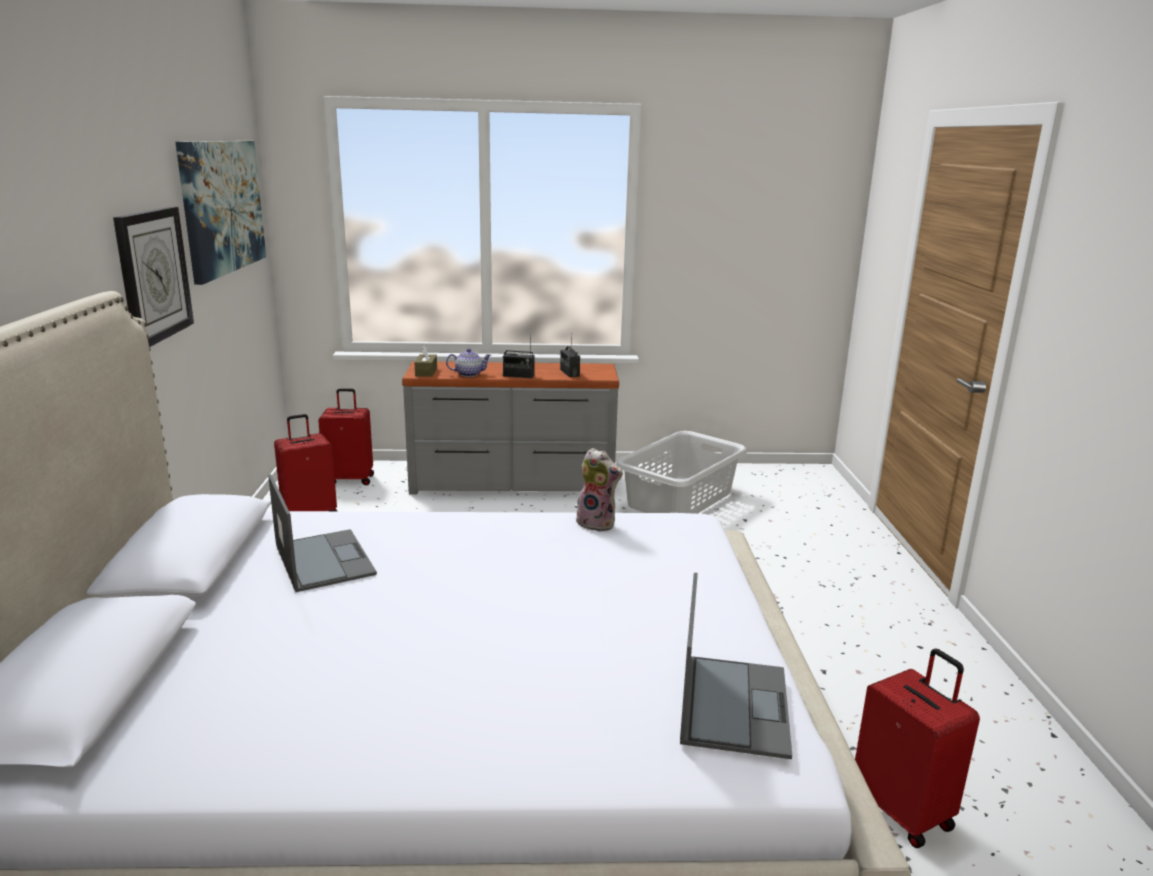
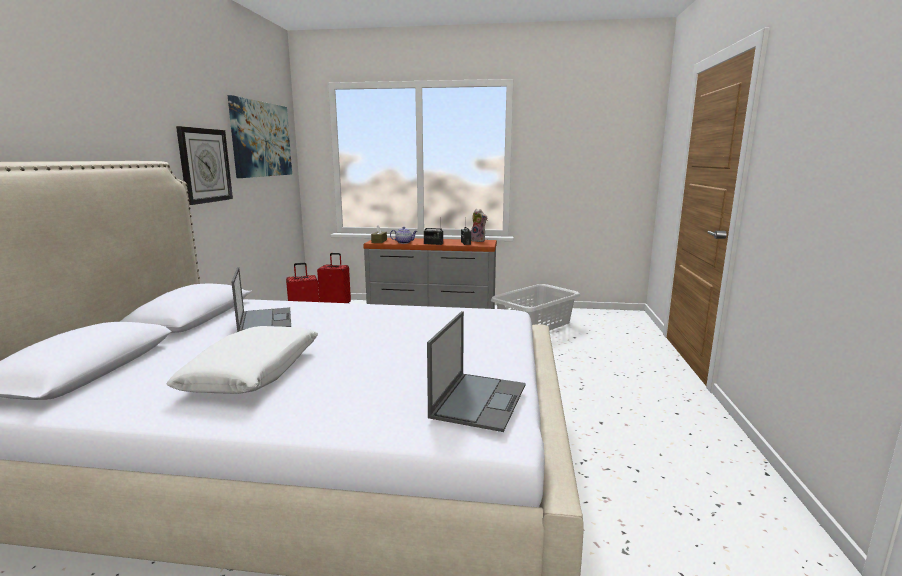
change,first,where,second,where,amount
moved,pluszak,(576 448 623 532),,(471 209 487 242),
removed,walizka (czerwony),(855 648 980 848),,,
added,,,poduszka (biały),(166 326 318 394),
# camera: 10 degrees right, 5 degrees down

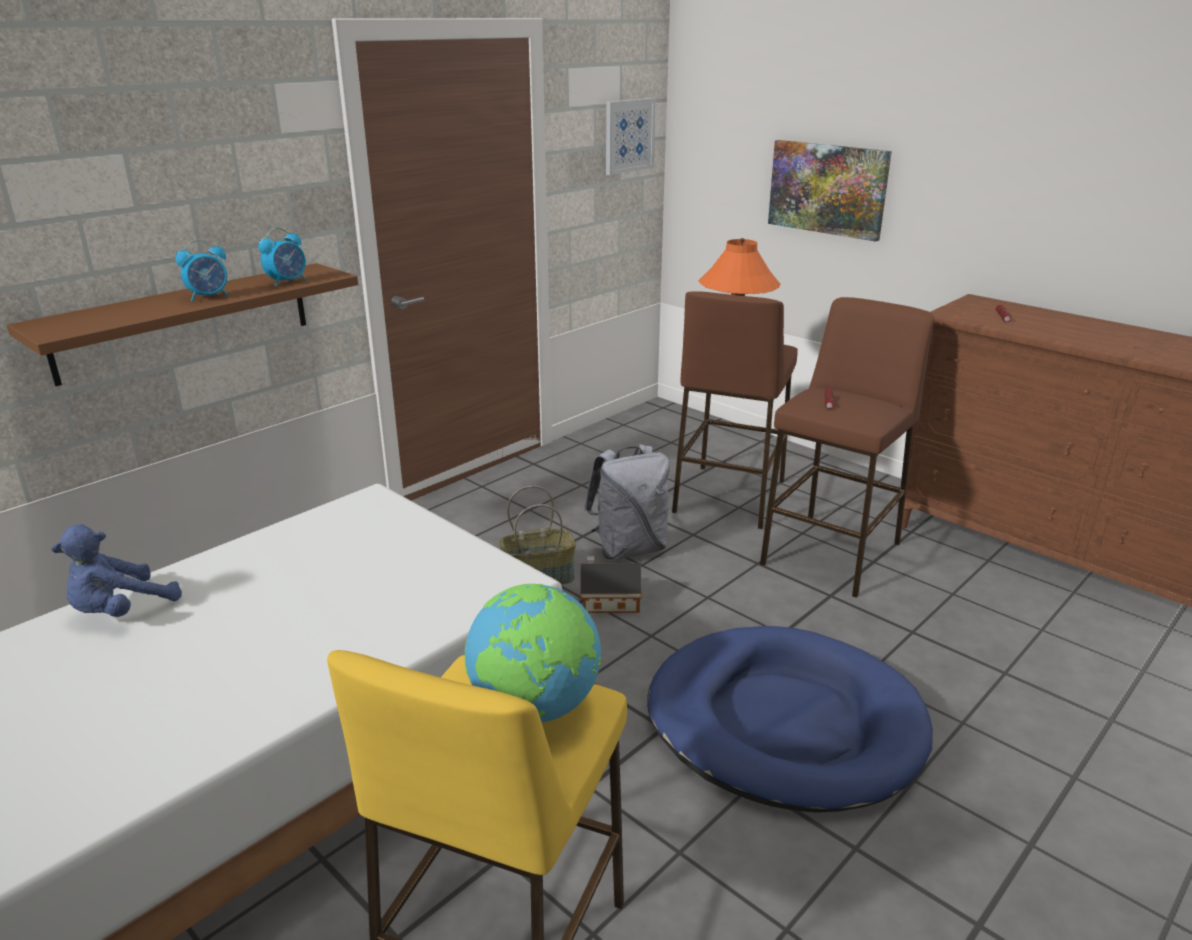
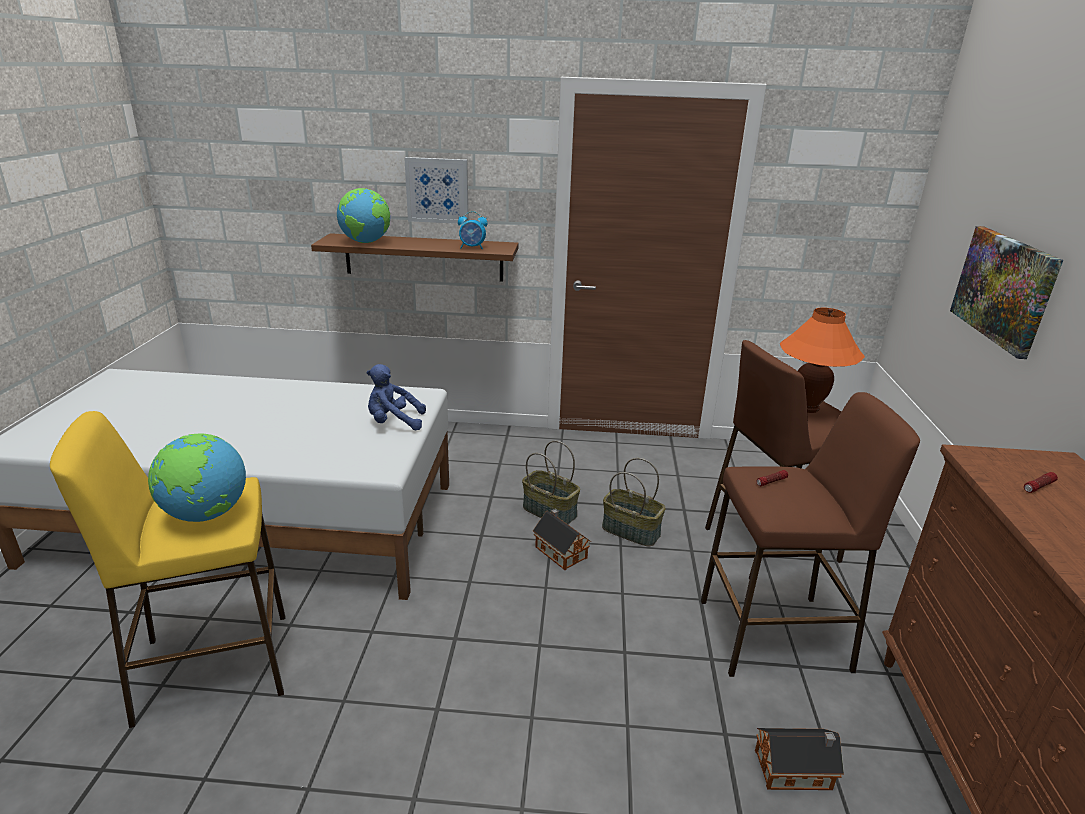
change,first,where,second,where,amount
moved,pluszak (niebieski),(52 524 182 617),,(367 364 426 430),
removed,budzik,(175 240 229 302),,,
replaced,plecak (szary),(584 444 670 560),koszyk,(602 458 666 547),
moved,obraz,(606 98 656 175),,(404 157 468 224),
removed,legowisko (niebieski),(647 626 933 812),,,
added,,,globus,(337 188 390 243),
added,,,domek,(755 728 844 790),
# camera: 50 degrees right, 0 degrees up

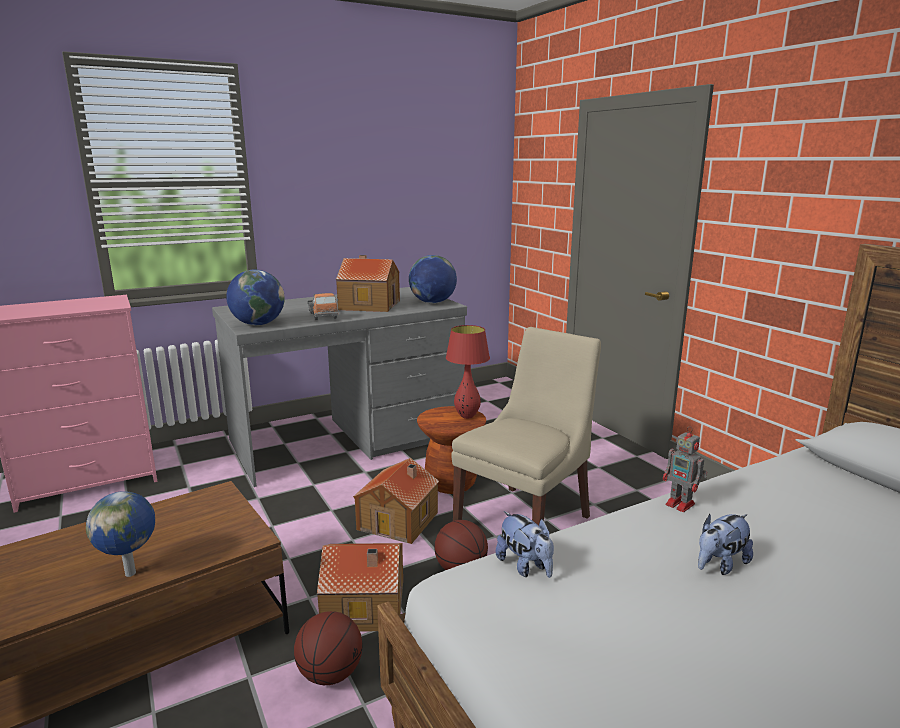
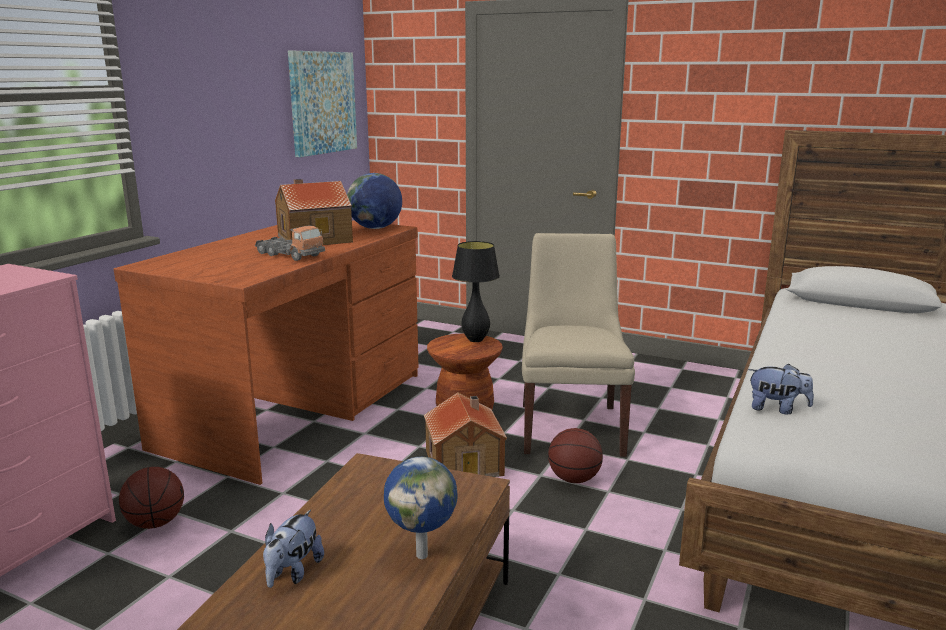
change,first,where,second,where,amount
recoloured,biurko (szary),(212 287 467 487),biurko (brązowy),(114 220 419 485),
removed,globus,(226 269 285 325),,,
moved,piłka do koszykówki,(294 611 363 685),,(119 467 184 529),
removed,domek,(317 543 403 632),,,
recoloured,lampa stołowa (czerwony),(446 325 490 419),lampa stołowa (czarny),(452 241 500 342),
removed,robot zabawkowy,(663 426 707 512),,,
moved,pluszak,(698 514 753 575),,(263 510 324 588),
added,,,obraz,(288 51 357 157),
# camera: 35 degrees left, 0 degrees up

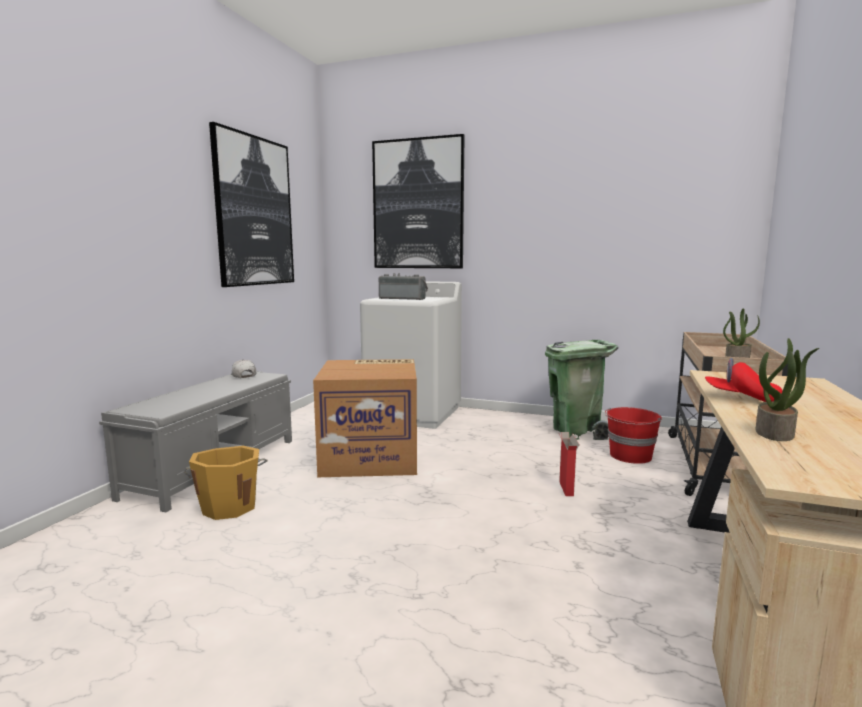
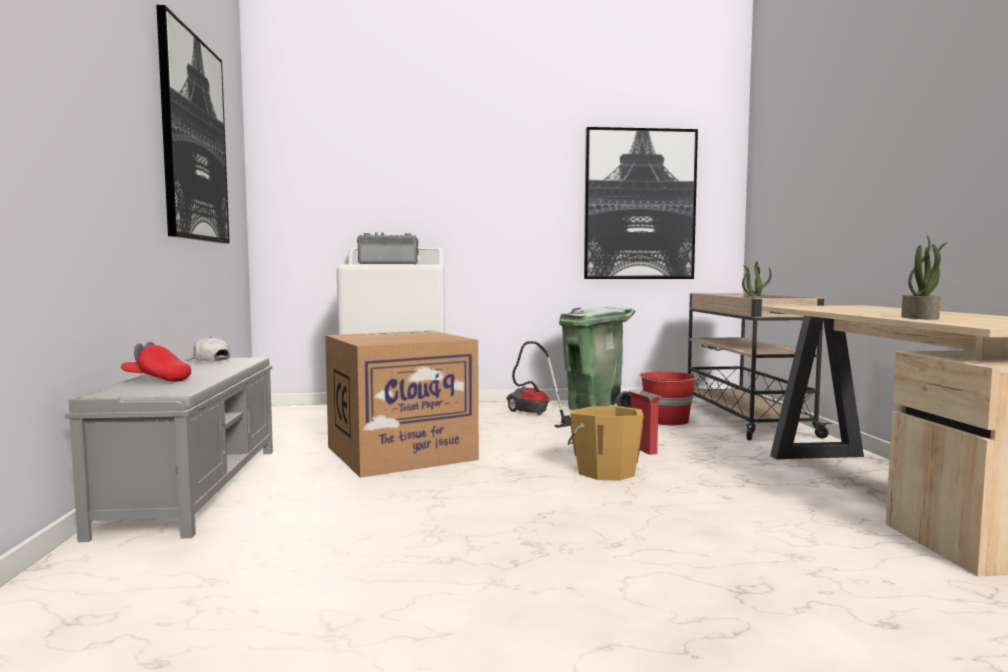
change,first,where,second,where,amount
moved,wiadro (pomarańczowy),(184 446 268 520),,(568 406 644 481),
moved,obraz,(372 134 465 268),,(584 127 698 279),
moved,czapka z daszkiem (czerwony),(705 358 783 402),,(121 342 191 382),
added,,,odkurzacz,(506 341 572 428),
# camera: 25 degrees left, 5 degrees down

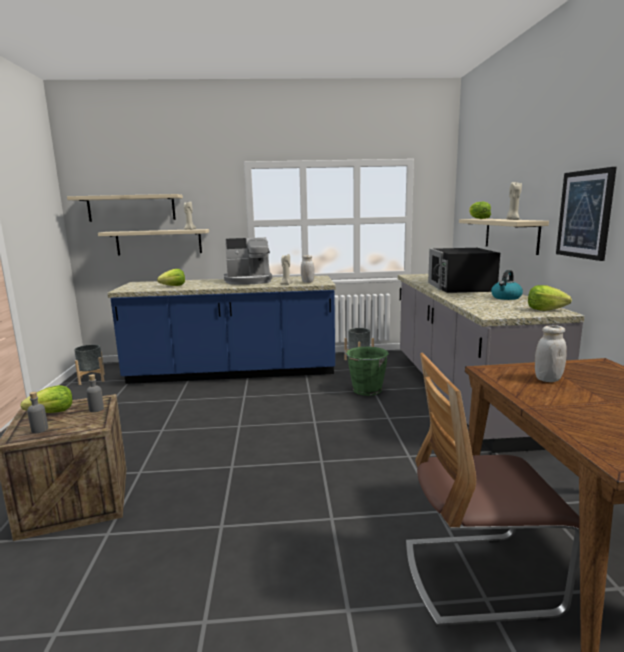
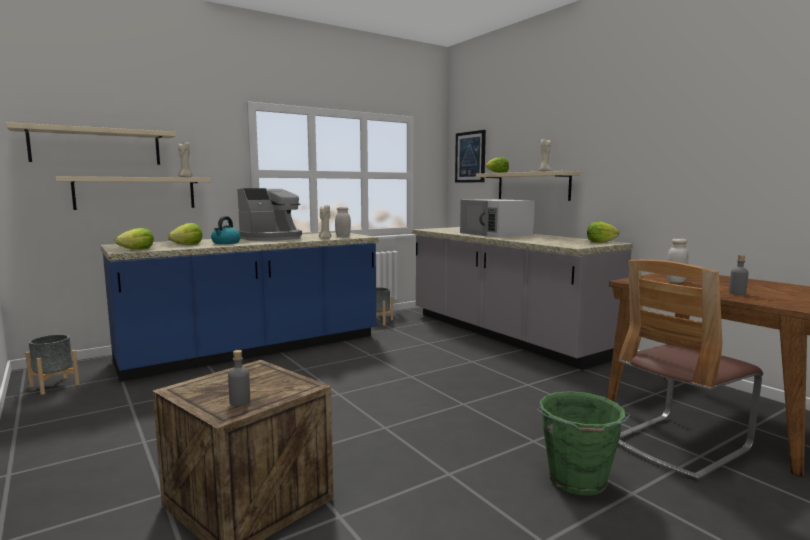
change,first,where,second,where,amount
moved,sałata,(20 385 73 413),,(115 228 154 249),
moved,butelka (szary),(86 374 104 412),,(729 255 748 295),
moved,wiadro (zielony),(344 347 389 396),,(537 391 630 496),
recoloured,mikrofalówka (czarny),(428 248 500 293),mikrofalówka (biały),(460 199 535 237),
moved,czajnik,(491 270 523 300),,(211 216 241 244),
moved,obraz,(556 167 617 261),,(455 130 486 183),
# camera: 30 degrees left, 5 degrees down

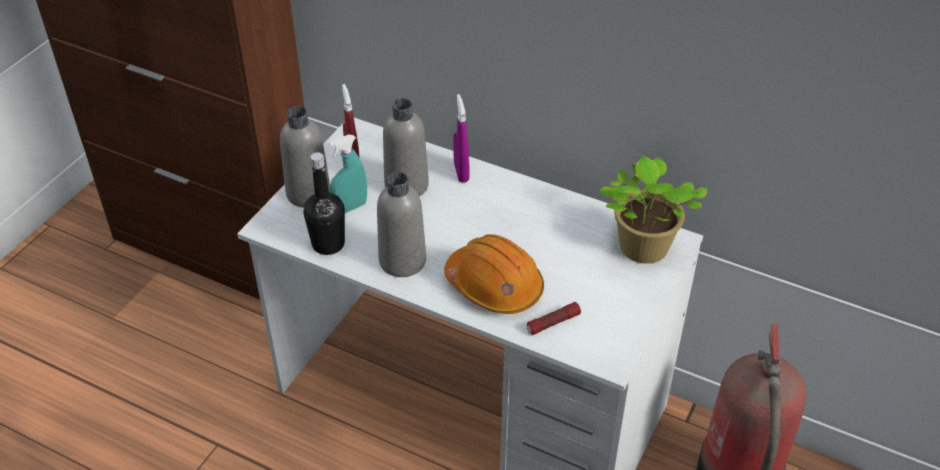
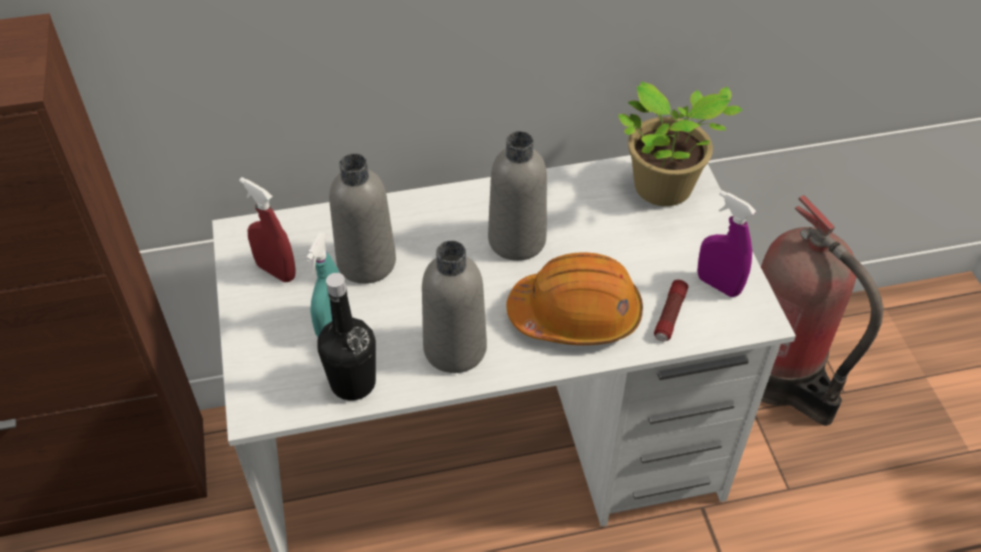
change,first,where,second,where,amount
moved,butelka (szary),(280 106 330 208),,(488 131 547 261),
moved,spryskiwacz (fioletowy),(453 94 469 183),,(697 190 756 297),
# camera: 40 degrees left, 5 degrees up

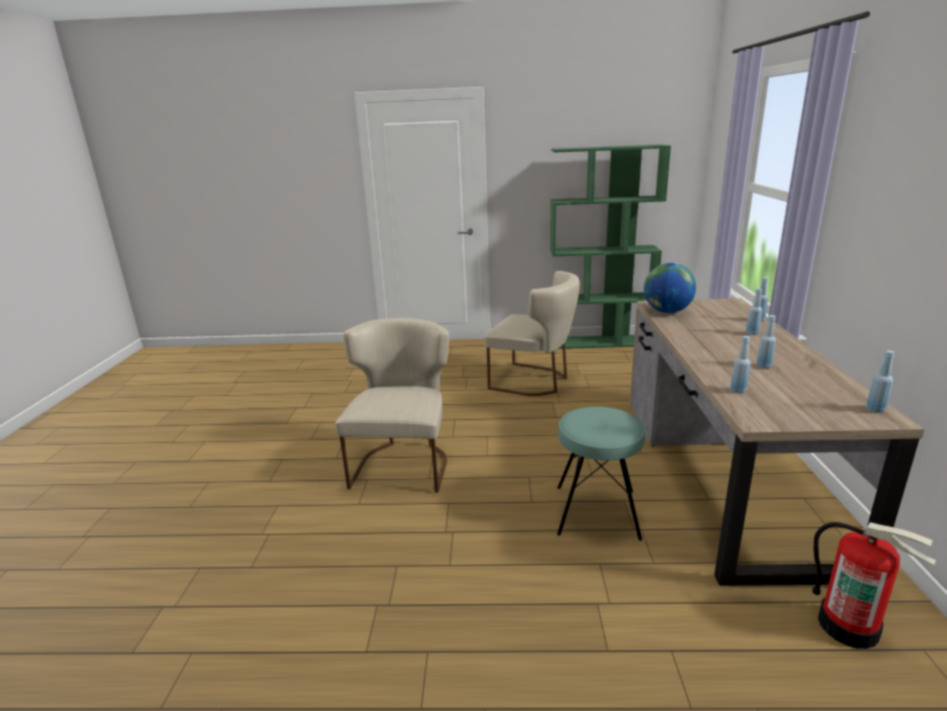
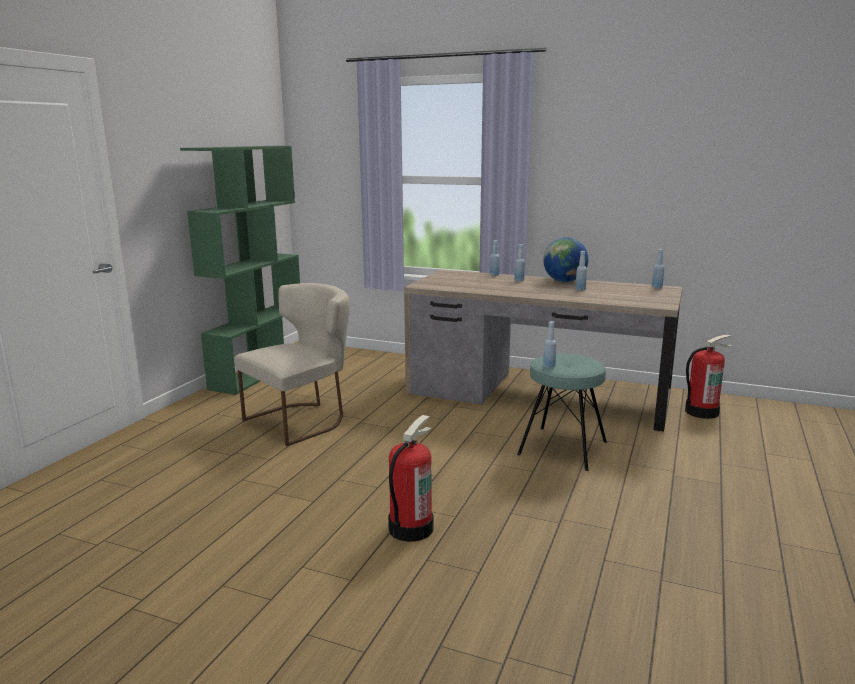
change,first,where,second,where,amount
replaced,krzesło (beżowy),(335 318 450 493),gaśnica,(388 415 434 542),
moved,globus,(644 263 696 313),,(543 237 589 282),
moved,butelka (niebieski),(730 336 751 393),,(543 321 557 368),
# camera: 70 degrees left, 5 degrees down

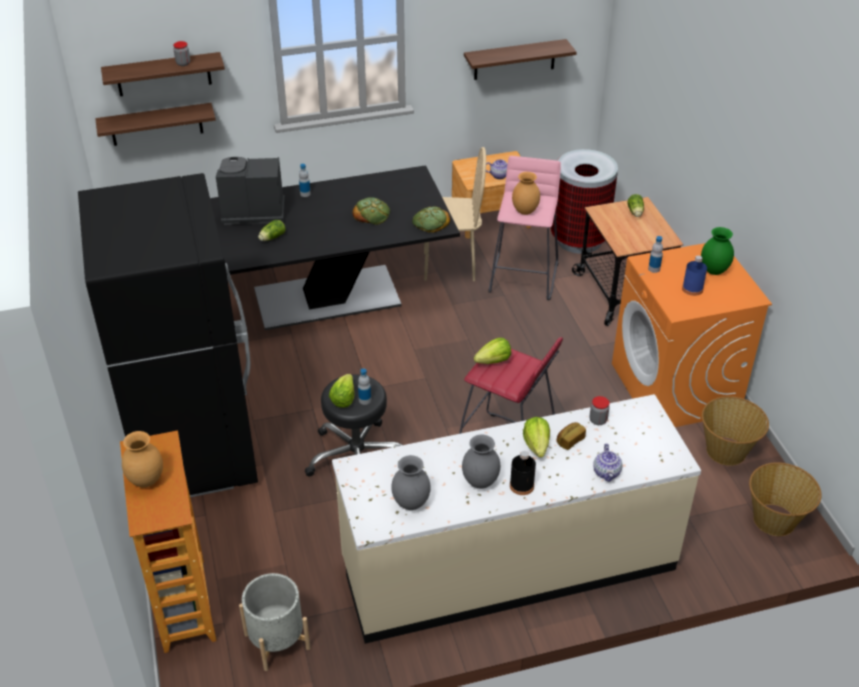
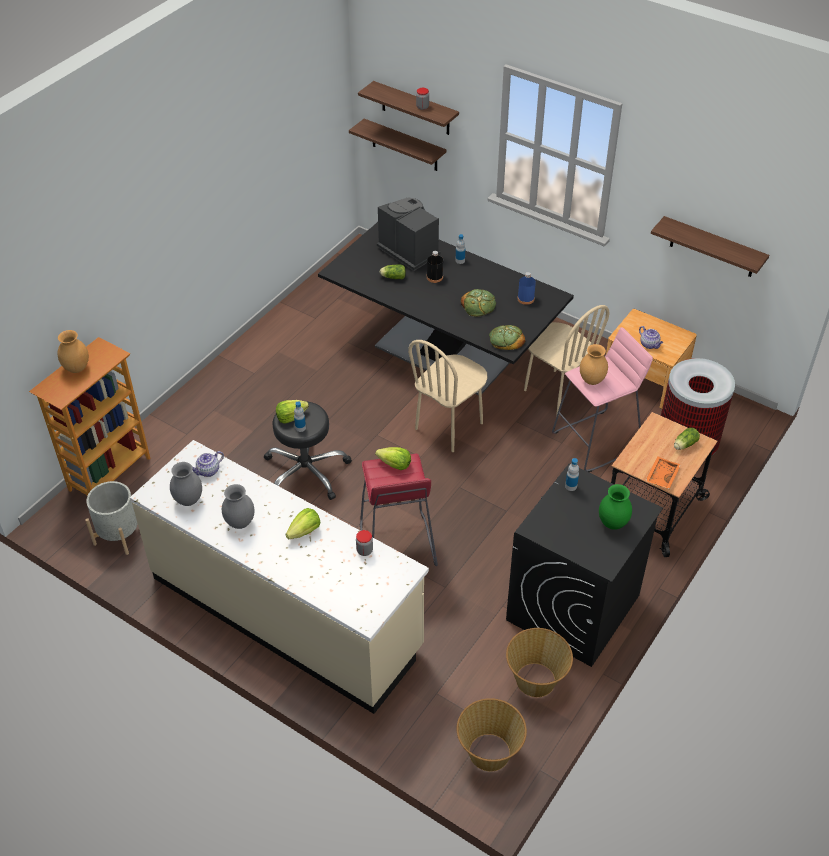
change,first,where,second,where,amount
removed,lodówka (czarny),(78 173 258 497),,,
moved,butelka (czarny),(510 451 536 495),,(427 251 443 283),
removed,chleb,(557 422 586 450),,,
moved,imbryk,(593 444 622 482),,(193 451 224 477),
recoloured,pralka (pomarańczowy),(612 243 772 427),pralka (czarny),(506 463 663 667),
moved,butelka (niebieski),(682 255 707 296),,(518 272 536 305),
added,,,krzesło (beżowy),(408 340 487 452),
added,,,taca (pomarańczowy),(646 456 681 489),
# camera: 50 degrees right, 5 degrees up

